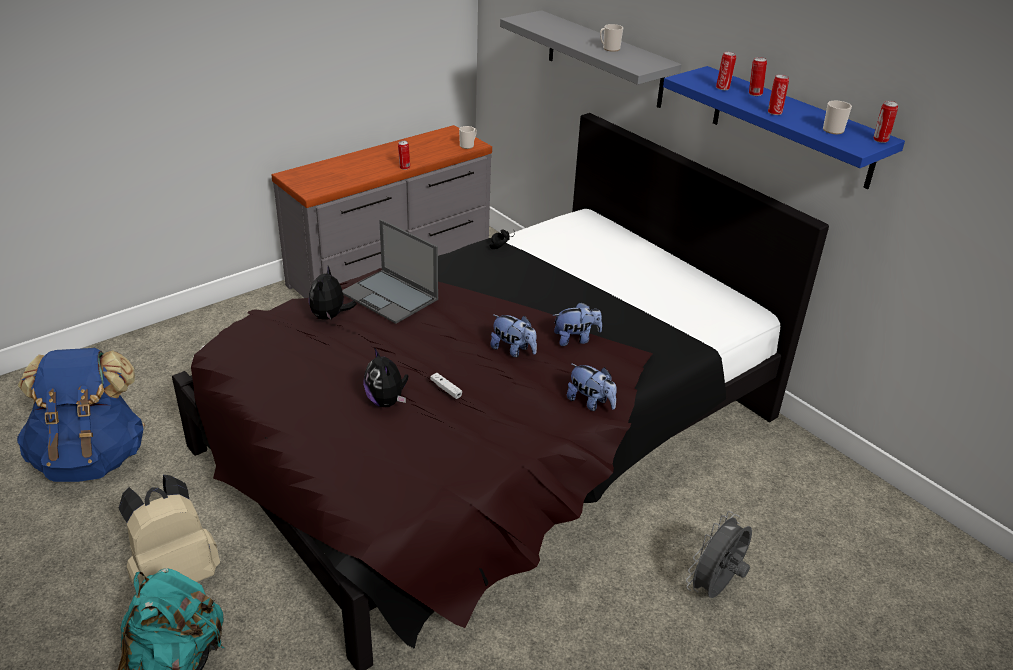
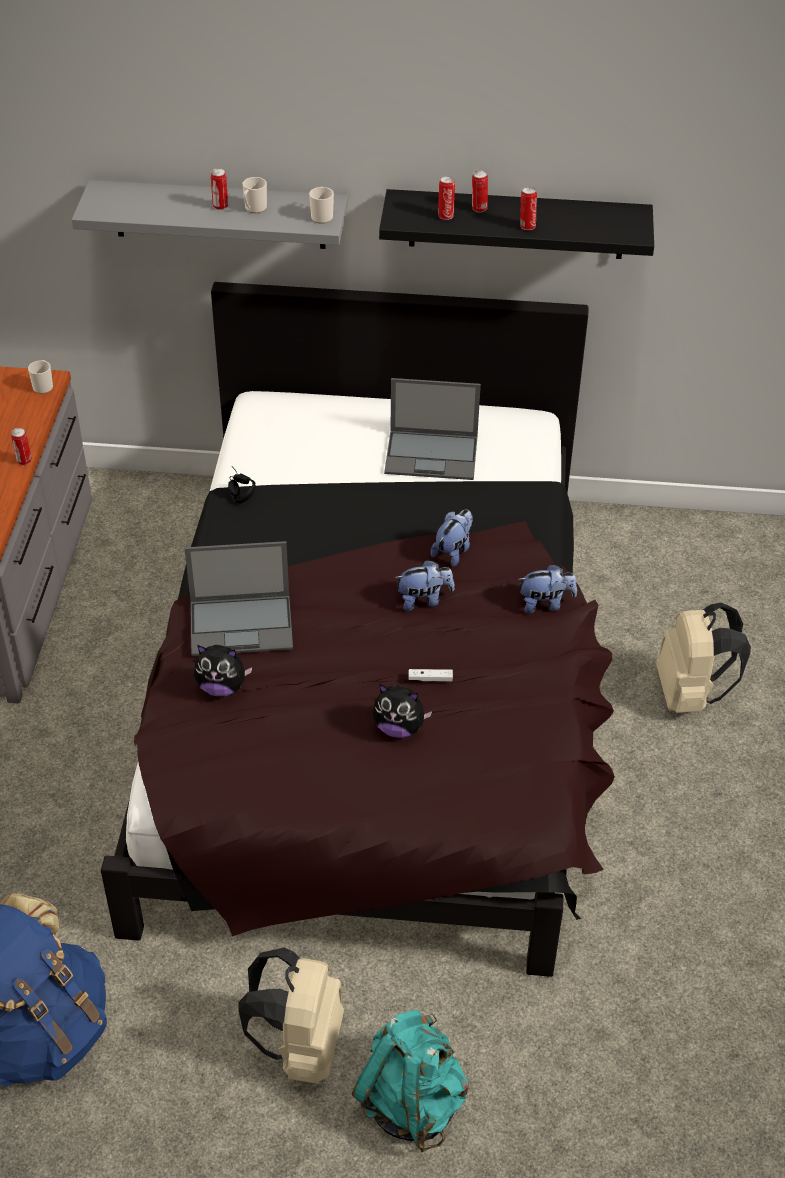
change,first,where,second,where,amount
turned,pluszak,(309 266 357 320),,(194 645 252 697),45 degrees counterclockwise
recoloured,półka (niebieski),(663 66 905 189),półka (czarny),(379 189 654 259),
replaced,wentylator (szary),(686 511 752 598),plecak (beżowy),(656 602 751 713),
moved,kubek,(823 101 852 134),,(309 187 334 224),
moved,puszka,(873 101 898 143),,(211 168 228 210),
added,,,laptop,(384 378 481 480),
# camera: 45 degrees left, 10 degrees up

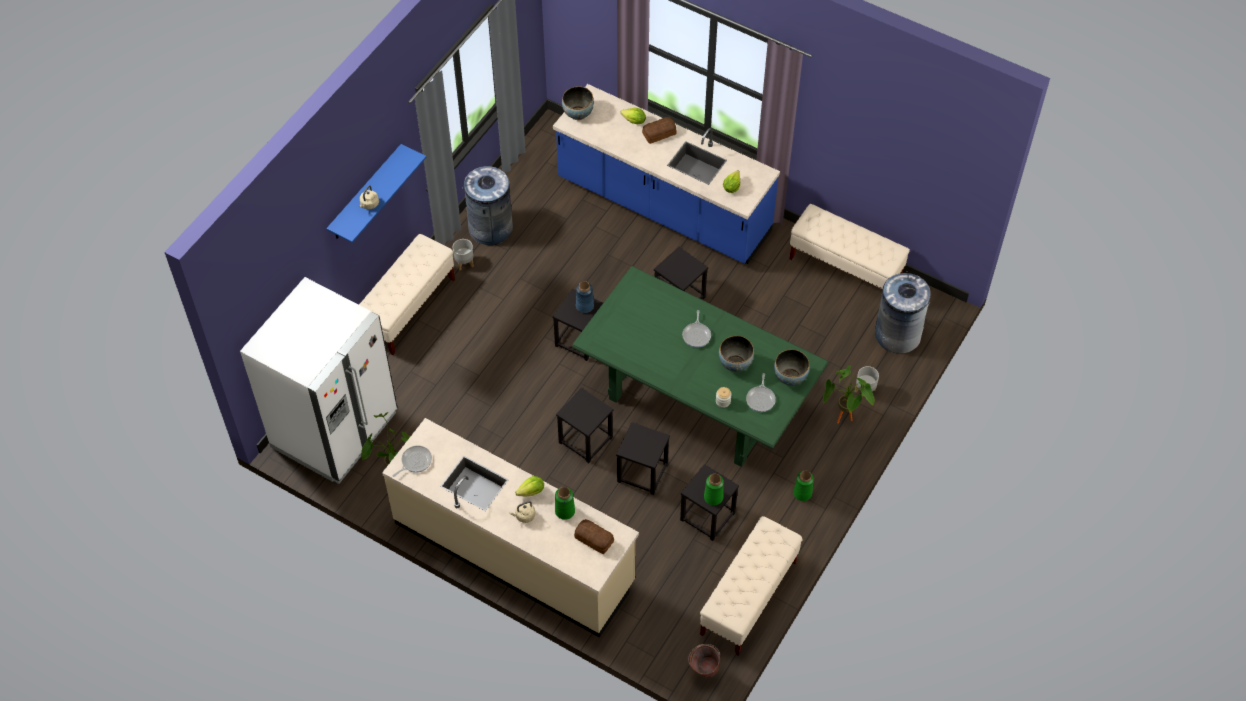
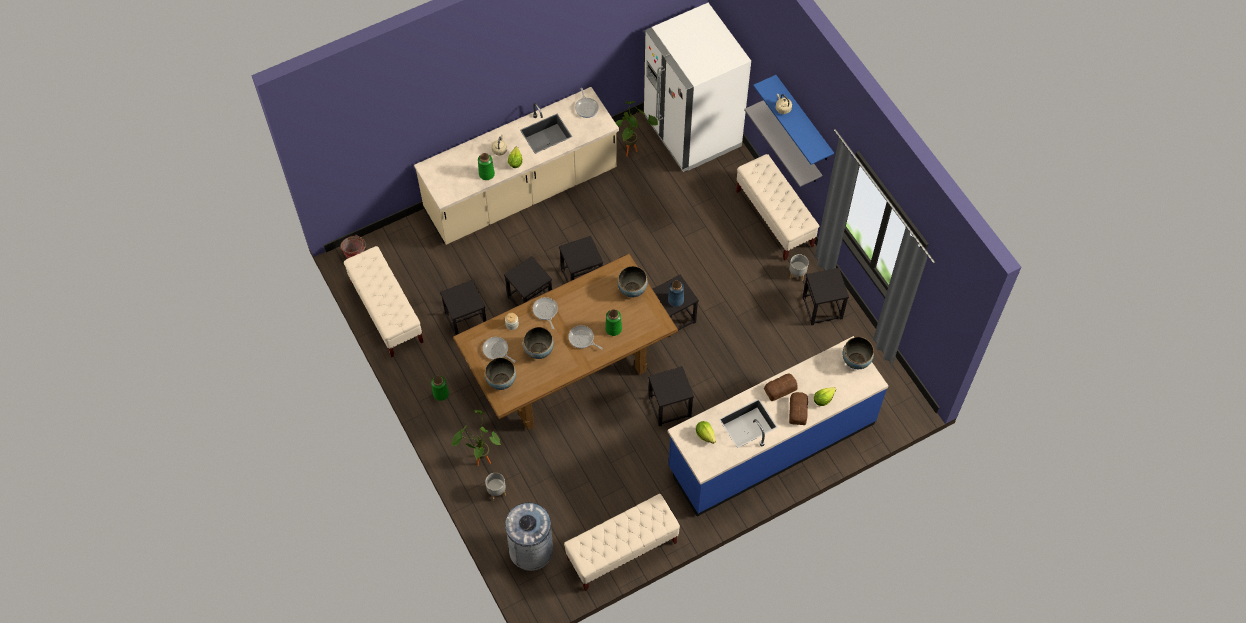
change,first,where,second,where,amount
replaced,kosz na śmieci (szary),(462 166 513 245),stołek (czarny),(802 268 849 325),
recoloured,stół jadalny (zielony),(572 266 828 467),stół jadalny (brązowy),(453 254 678 430),
moved,chleb,(574 519 614 554),,(764 373 798 401),
moved,wazon (zielony),(704 474 724 505),,(605 309 622 336),
added,,,patelnia,(533 297 558 329),
added,,,miska,(617 266 648 298),
added,,,półka (szary),(744 100 822 187),
# camera: 120 degrees right, 5 degrees up

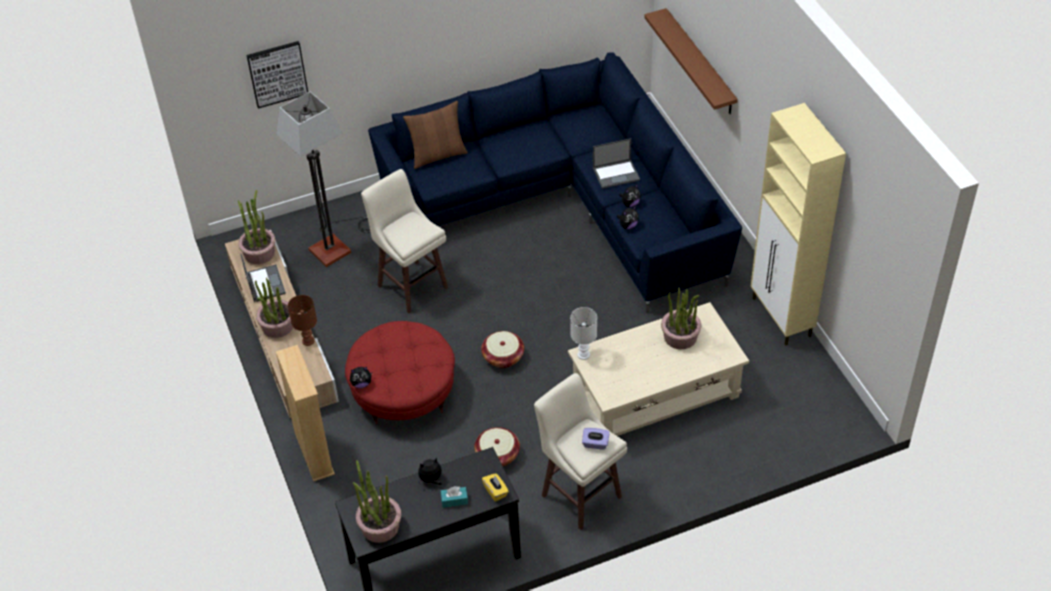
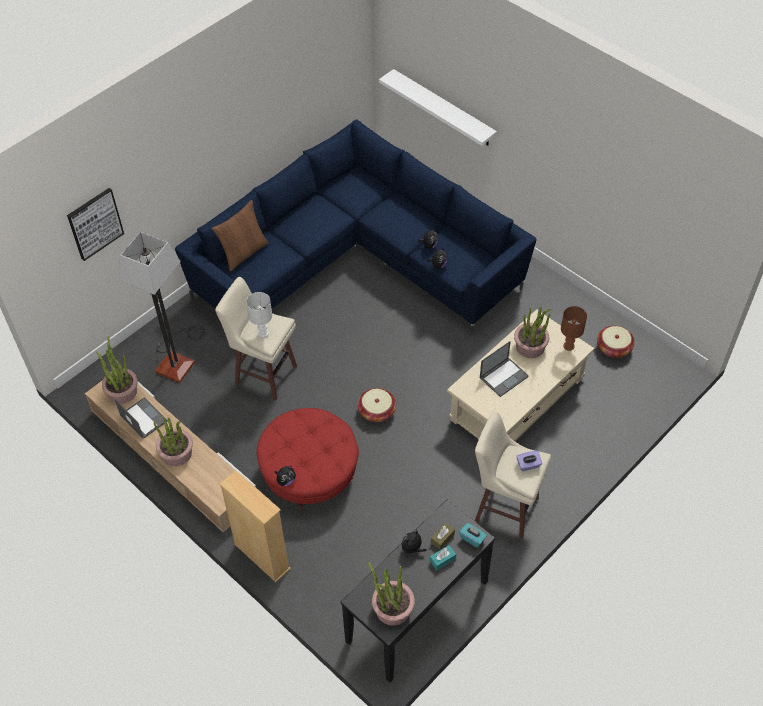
change,first,where,second,where,amount
moved,lampa stołowa (brązowy),(288 295 317 346),,(561 306 587 351),
moved,koszyk,(474 427 520 466),,(597 326 635 358),
recoloured,pudełko chusteczek (żółty),(482 473 509 502),pudełko chusteczek (turkusowy),(459 523 487 548),
moved,lampa stołowa (biały),(570 307 597 360),,(246 292 272 338),
moved,laptop,(593 138 640 189),,(480 341 529 397),
recoloured,półka (brązowy),(644 8 738 114),półka (biały),(379 69 497 146),
removed,szafka (beżowy),(750 103 846 345),,,
added,,,pudełko chusteczek (brązowy),(431 522 455 550),
# camera: 25 degrees left, 5 degrees up

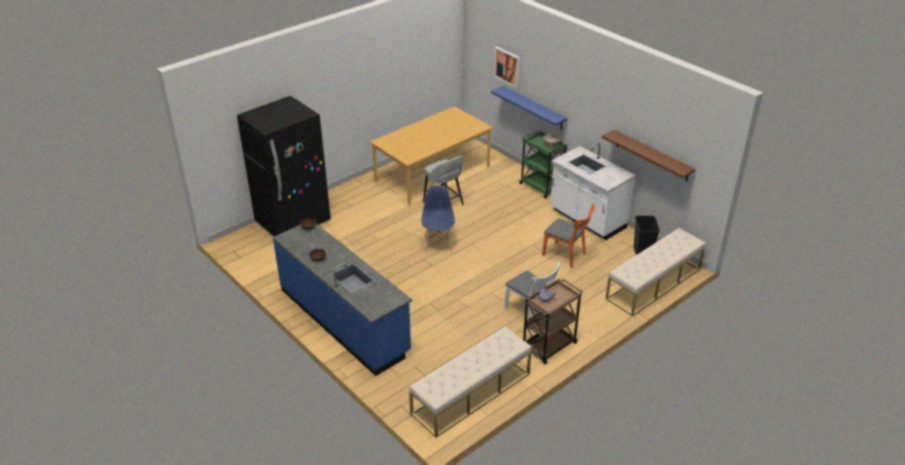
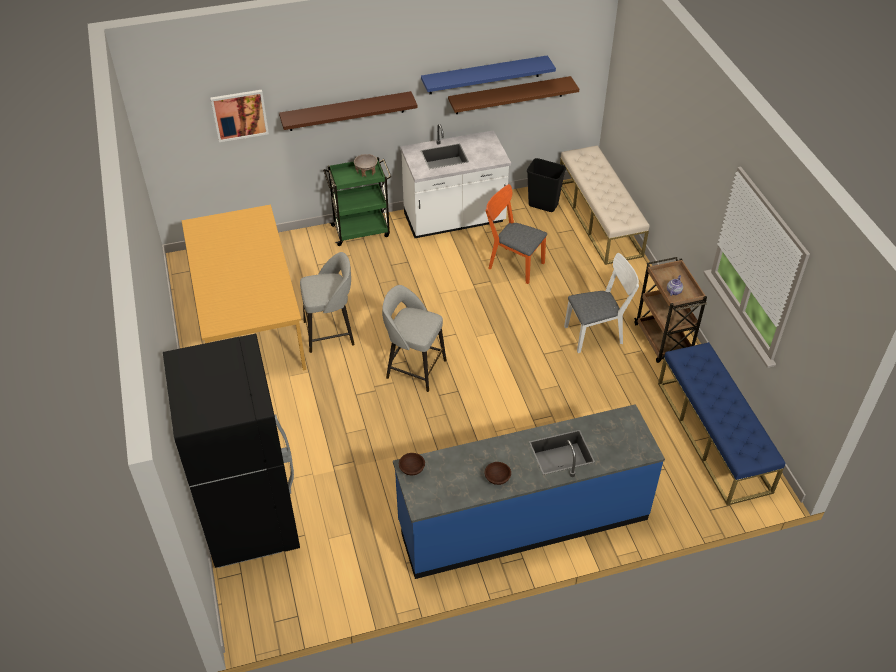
change,first,where,second,where,amount
recoloured,ławka (beżowy),(409 327 532 438),ławka (niebieski),(658 342 785 506),
replaced,krzesło (niebieski),(421 185 455 252),stołek (szary),(382 285 447 392),
moved,półka (niebieski),(491 86 567 130),,(421 55 556 94),
turned,krzesło (pomarańczowy),(542 204 595 268),,(486 184 547 284),120 degrees counterclockwise
added,,,półka (brązowy),(279 91 418 131),
# camera: 65 degrees left, 10 degrees up

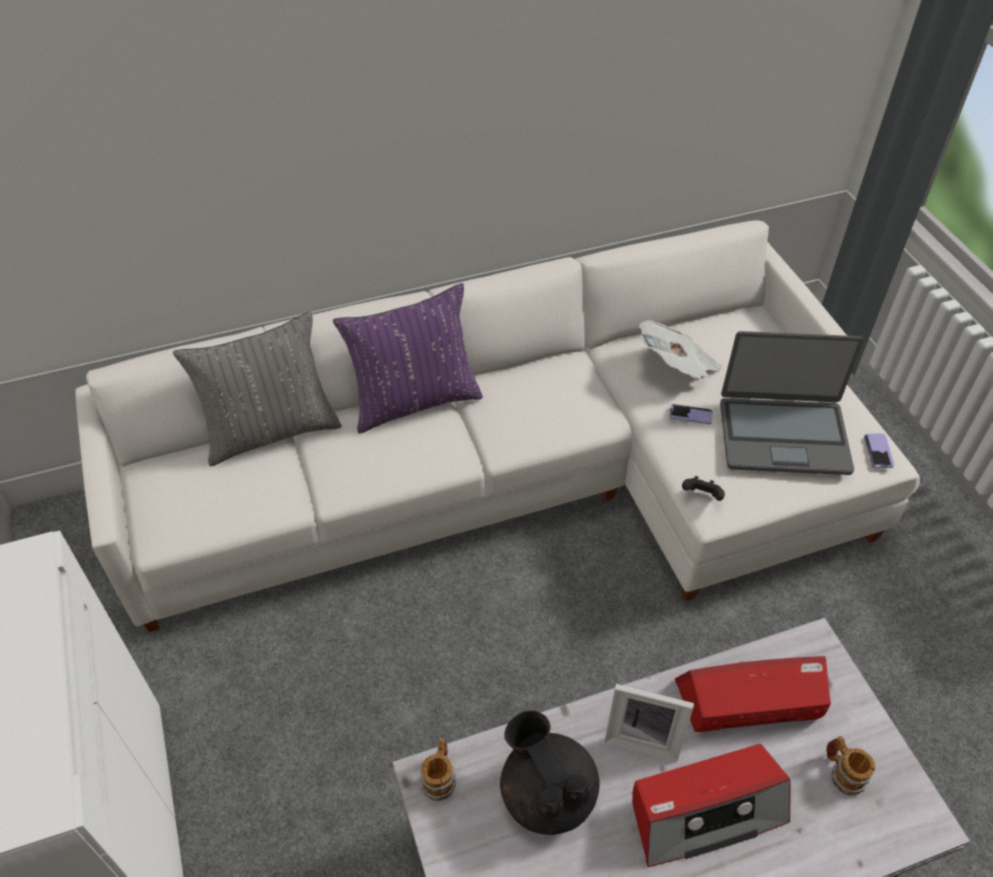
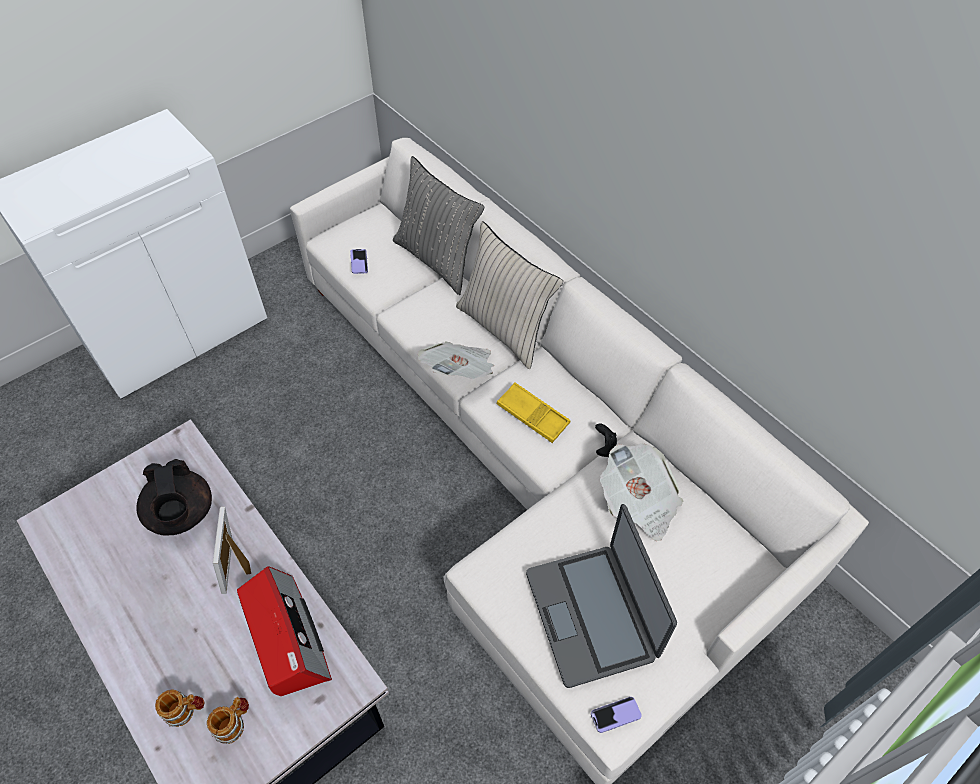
change,first,where,second,where,amount
recoloured,poduszka (fioletowy),(333 283 483 434),poduszka (beżowy),(456 221 563 370),
moved,kubek,(420 738 456 801),,(155 690 204 727),
turned,imbryk (czarny),(500 711 600 835),,(136 459 212 535),120 degrees clockwise
removed,radio,(632 744 791 867),,,
moved,telefon,(669 404 713 424),,(350 249 368 274),
moved,pad do gier (czarny),(682 476 725 501),,(595 423 617 457),
added,,,gazeta,(418 341 494 379),
added,,,taca (żółty),(497 382 570 443),
# camera: 70 degrees right, 5 degrees up

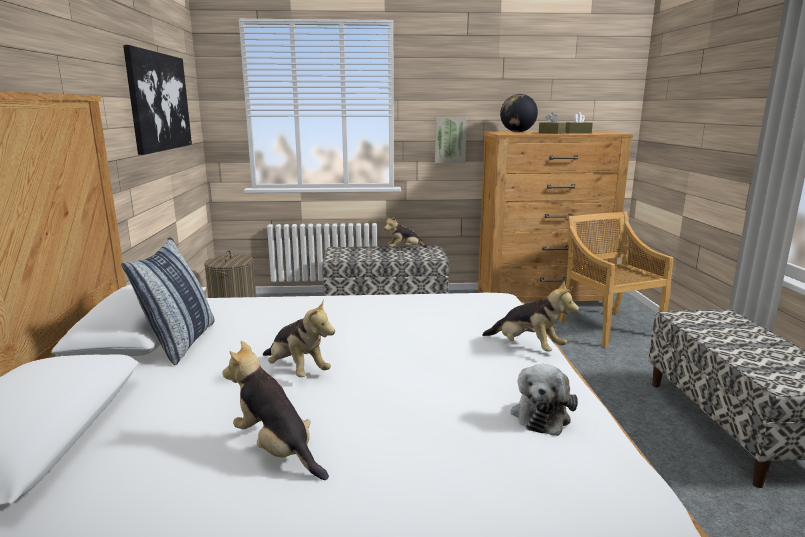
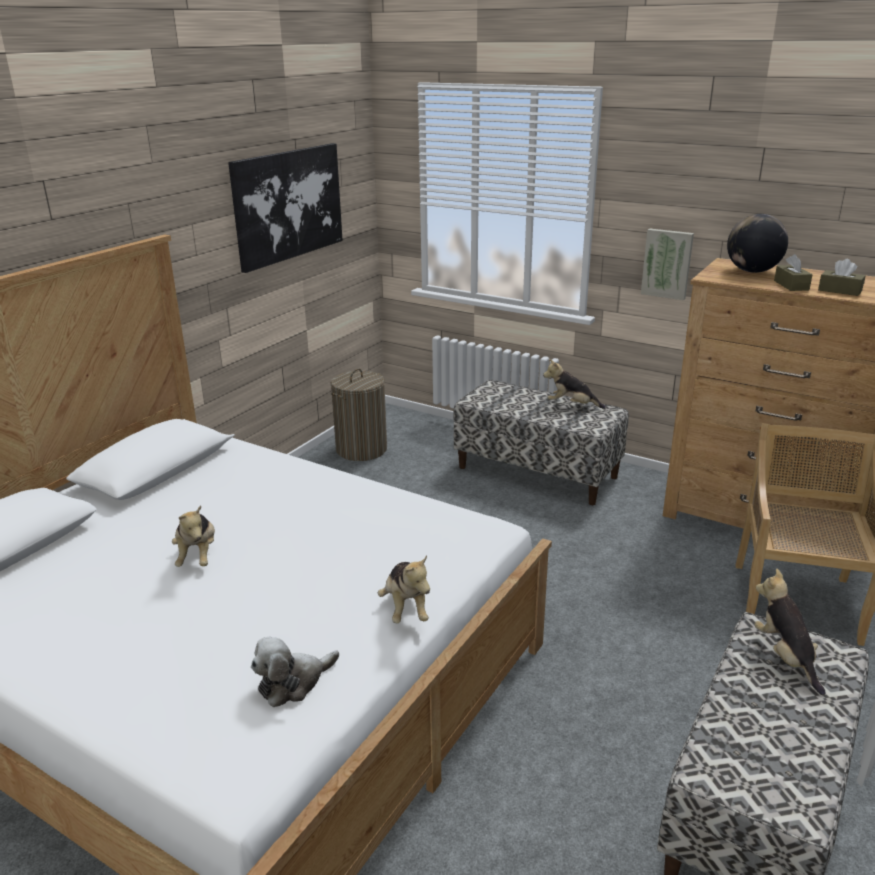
change,first,where,second,where,amount
removed,poduszka,(121 237 215 365),,,
moved,pluszak,(222 341 329 480),,(755 568 826 695),
# camera: 35 degrees right, 10 degrees up

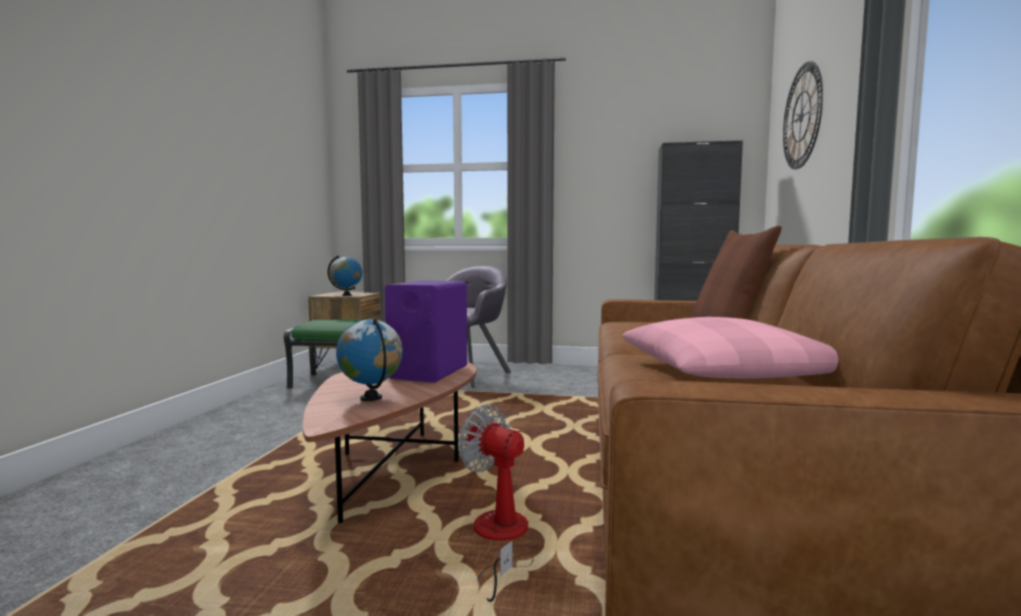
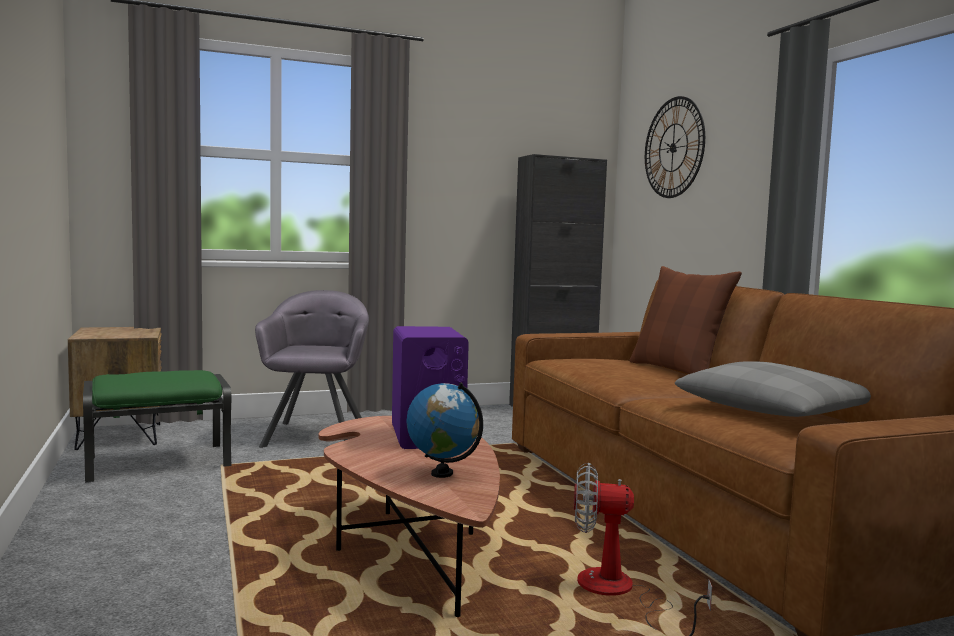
change,first,where,second,where,amount
removed,globus,(328 256 362 296),,,
recoloured,poduszka (różowy),(622 317 838 378),poduszka (szary),(675 361 871 417),
# camera: 30 degrees left, 0 degrees up

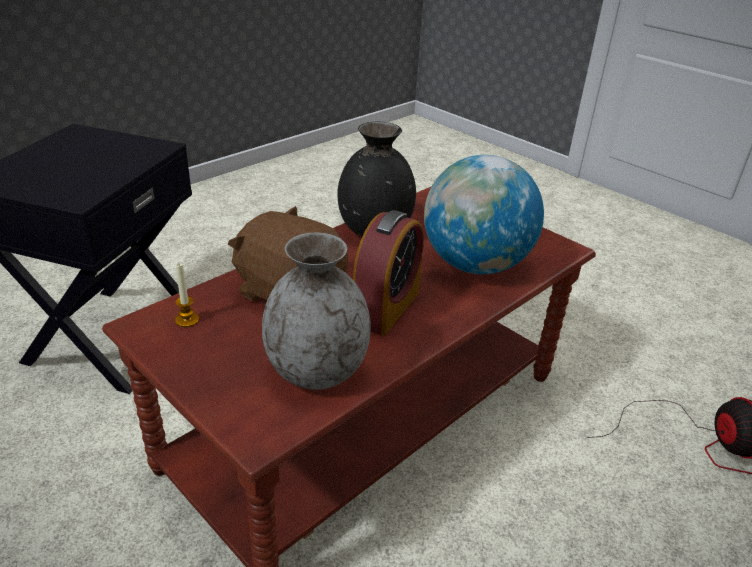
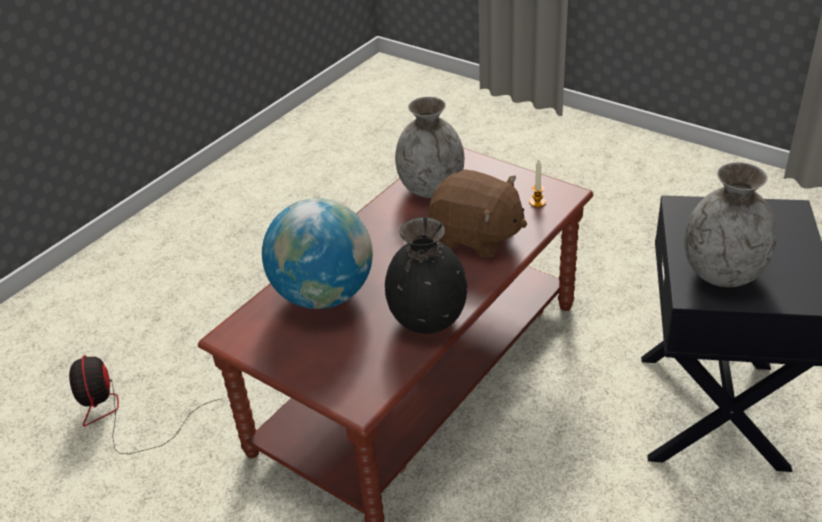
change,first,where,second,where,amount
removed,budzik,(353 210 424 336),,,
added,,,wazon (szary),(684 162 777 287),
# camera: 175 degrees right, 5 degrees up

